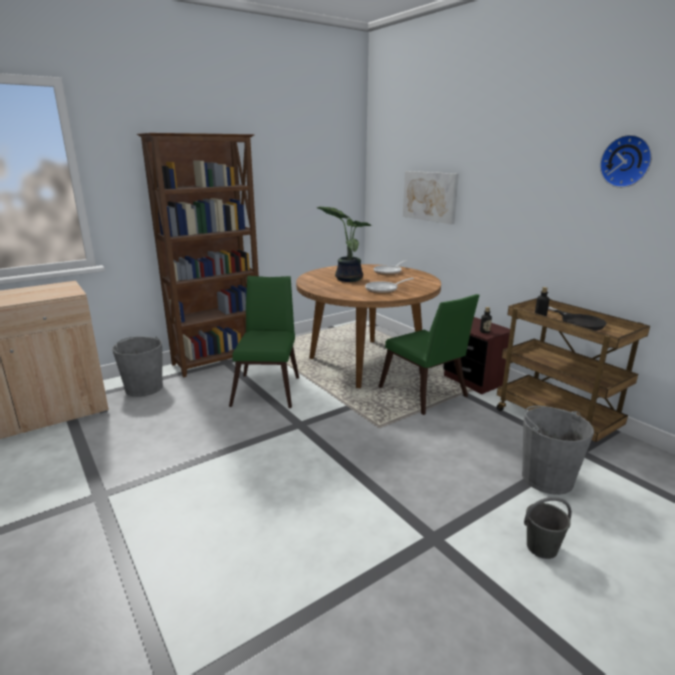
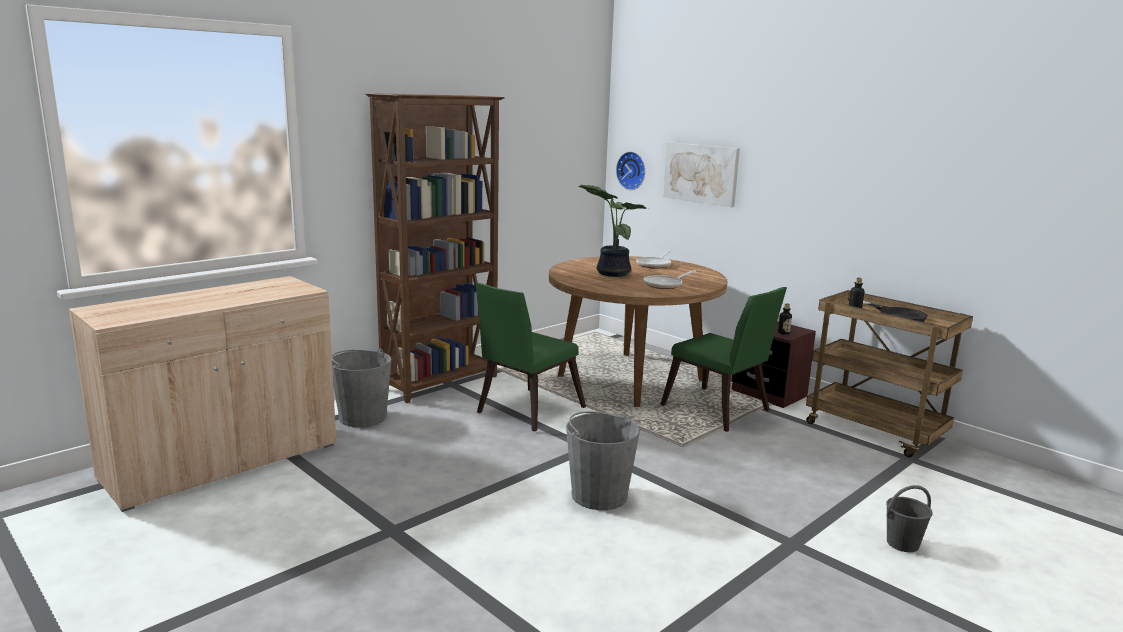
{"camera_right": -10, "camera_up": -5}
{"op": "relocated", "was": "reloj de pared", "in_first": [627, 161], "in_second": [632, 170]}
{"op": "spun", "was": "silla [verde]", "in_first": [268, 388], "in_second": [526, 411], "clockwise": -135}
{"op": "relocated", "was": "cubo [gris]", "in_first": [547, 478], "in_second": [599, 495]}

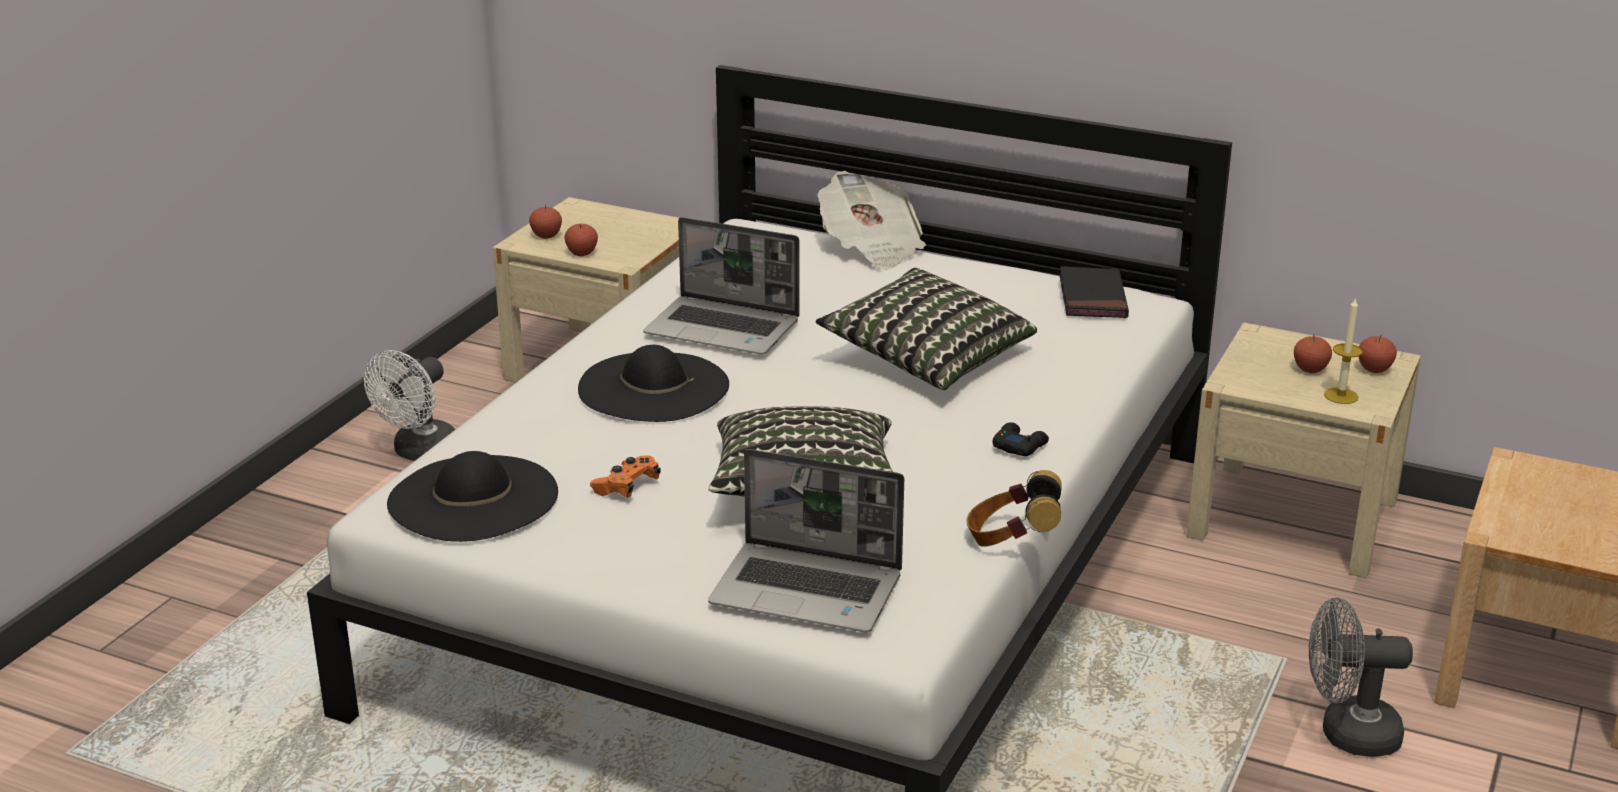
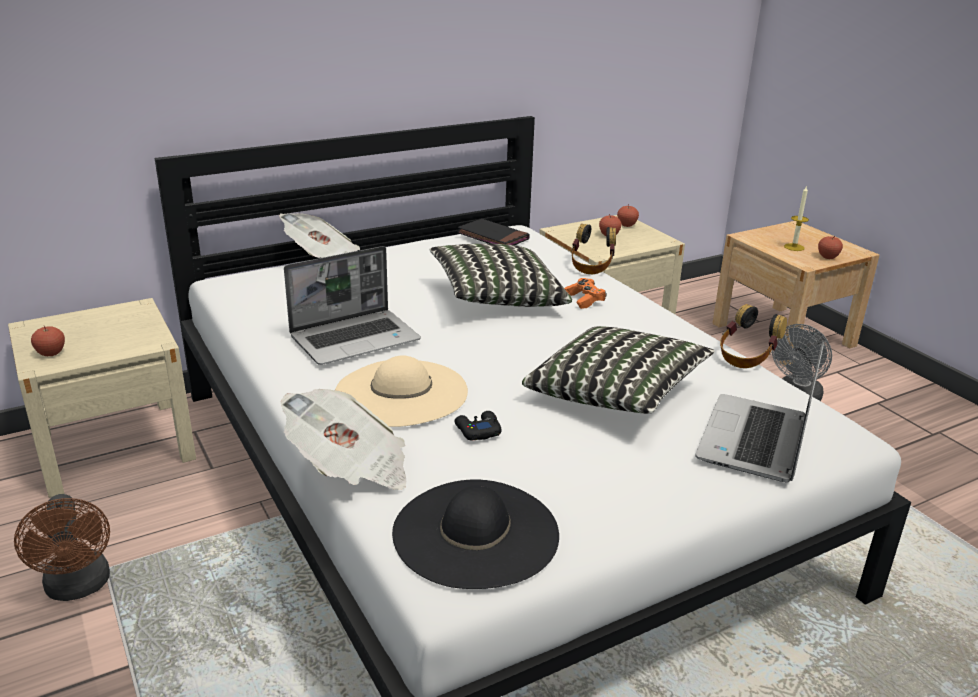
{"camera_right": -55, "camera_up": 0}
{"op": "relocated", "was": "manzana", "in_first": [582, 253], "in_second": [827, 257]}
{"op": "relocated", "was": "vela", "in_first": [1341, 396], "in_second": [794, 247]}
{"op": "colour", "was": "sombrero [negro]", "now": "sombrero [beis]", "in_first": [653, 387], "in_second": [401, 392]}
{"op": "colour", "was": "ventilador [blanco]", "now": "ventilador [marrón]", "in_first": [419, 453], "in_second": [78, 587]}
{"op": "relocated", "was": "mando de consola [negro]", "in_first": [1019, 446], "in_second": [477, 430]}
{"op": "spun", "was": "portátil", "in_first": [809, 590], "in_second": [755, 441], "clockwise": 150}
{"op": "relocated", "was": "mando de consola [naranja]", "in_first": [627, 487], "in_second": [584, 300]}
{"op": "appeared", "now": "auriculares", "in_second": [591, 267]}
{"op": "appeared", "now": "periódico", "in_second": [350, 468]}

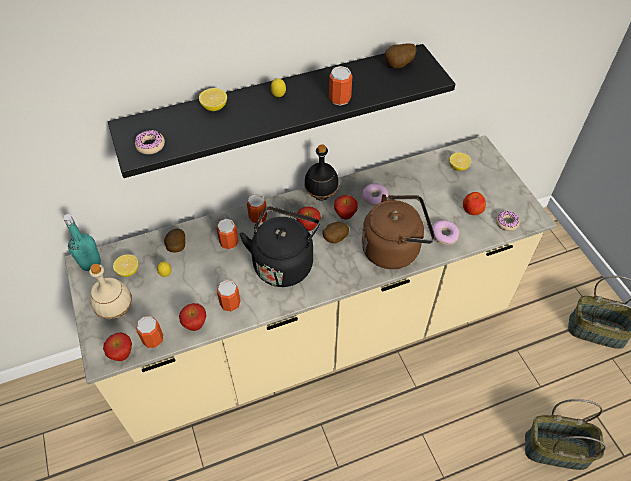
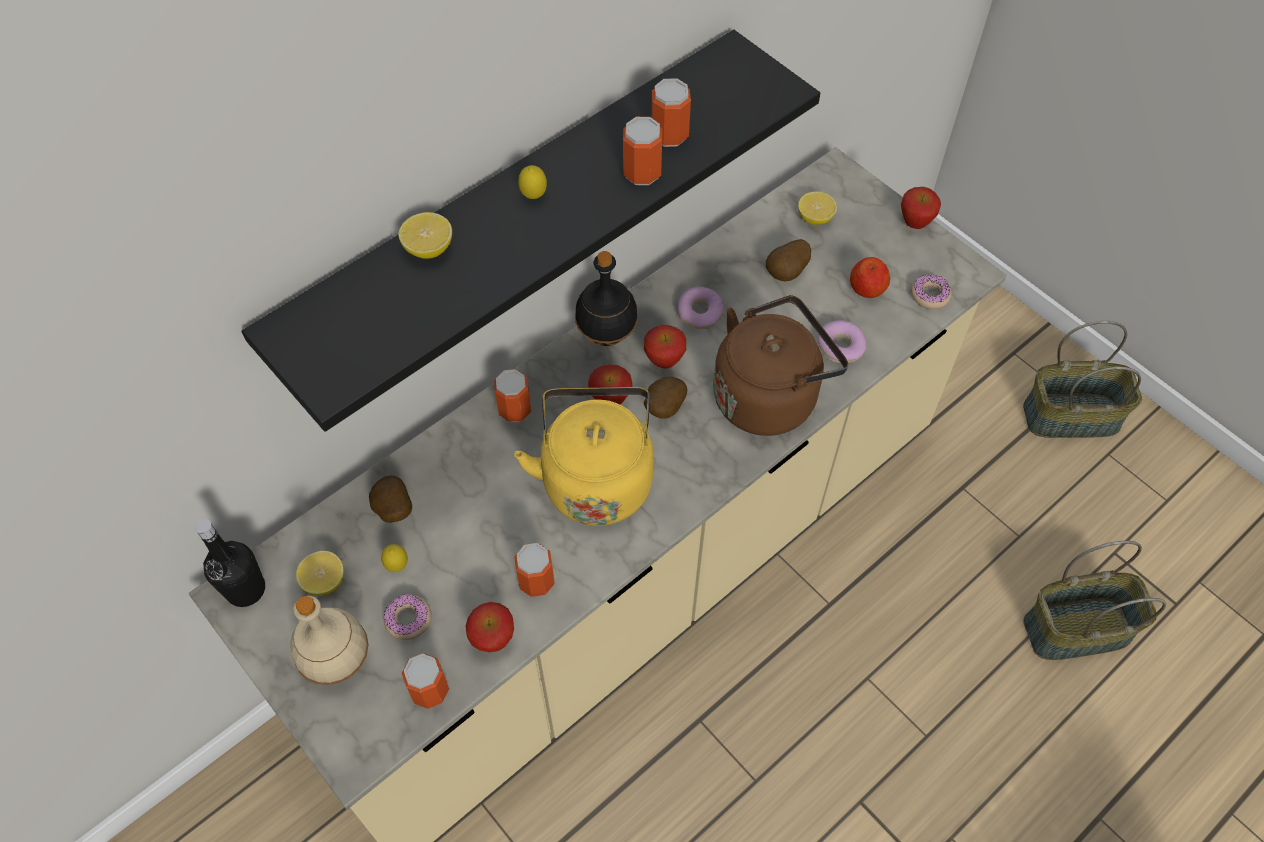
{"camera_right": -20, "camera_up": 5}
{"op": "relocated", "was": "patata", "in_first": [399, 66], "in_second": [787, 273]}
{"op": "relocated", "was": "rosquilla", "in_first": [150, 145], "in_second": [408, 619]}
{"op": "colour", "was": "hervidor [negro]", "now": "hervidor [amarillo]", "in_first": [284, 263], "in_second": [596, 478]}
{"op": "colour", "was": "botella [turquesa]", "now": "botella [negro]", "in_first": [90, 263], "in_second": [246, 589]}
{"op": "relocated", "was": "lata", "in_first": [229, 242], "in_second": [669, 135]}
{"op": "relocated", "was": "manzana", "in_first": [122, 355], "in_second": [914, 223]}

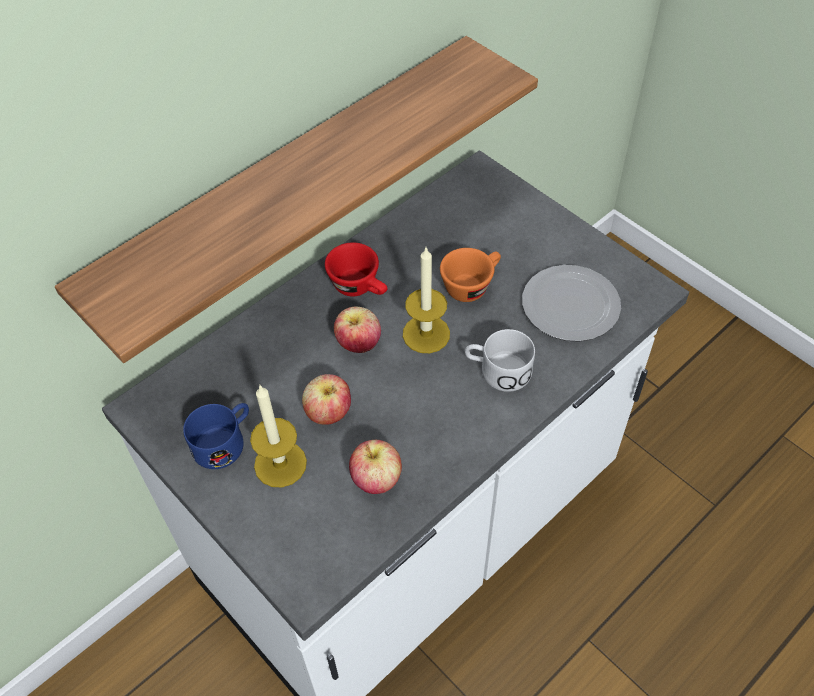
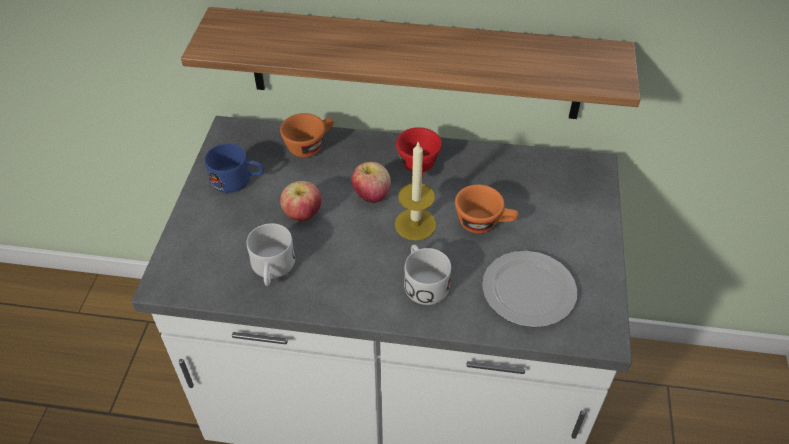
{"camera_right": 50, "camera_up": -5}
{"op": "missing", "was": "vela", "in_first": [280, 464]}
{"op": "exchanged", "was": "manzana", "now": "taza grande [blanco]", "in_first": [376, 479], "in_second": [272, 269]}
{"op": "appeared", "now": "taza [naranja]", "in_second": [310, 145]}

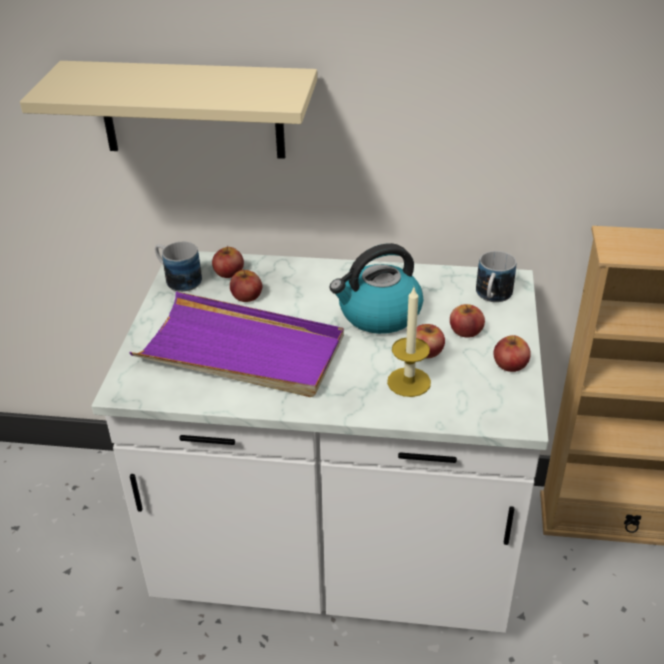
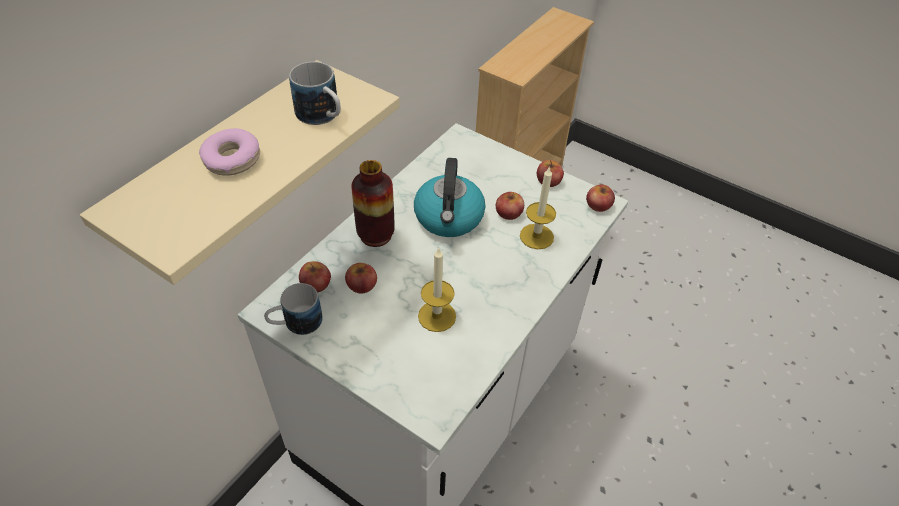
{"camera_right": -65, "camera_up": 10}
{"op": "relocated", "was": "taza grande", "in_first": [492, 297], "in_second": [323, 117]}
{"op": "exchanged", "was": "bandeja [morado]", "now": "vela", "in_first": [241, 351], "in_second": [437, 316]}
{"op": "relocated", "was": "manzana", "in_first": [466, 330], "in_second": [598, 205]}
{"op": "appeared", "now": "rosquilla", "in_second": [232, 160]}
{"op": "appeared", "now": "florero", "in_second": [375, 235]}

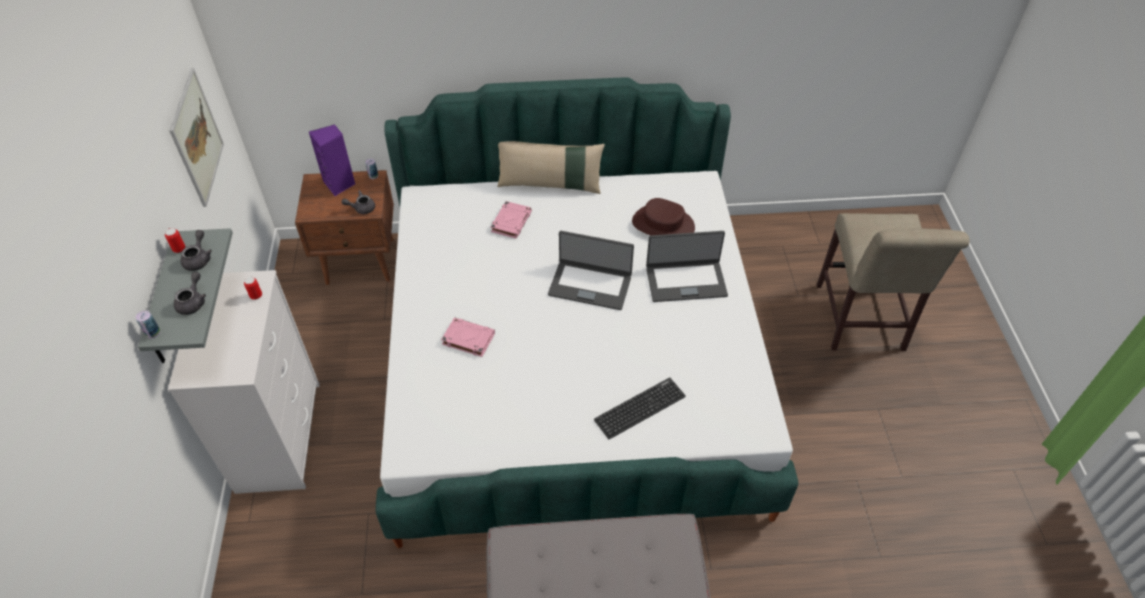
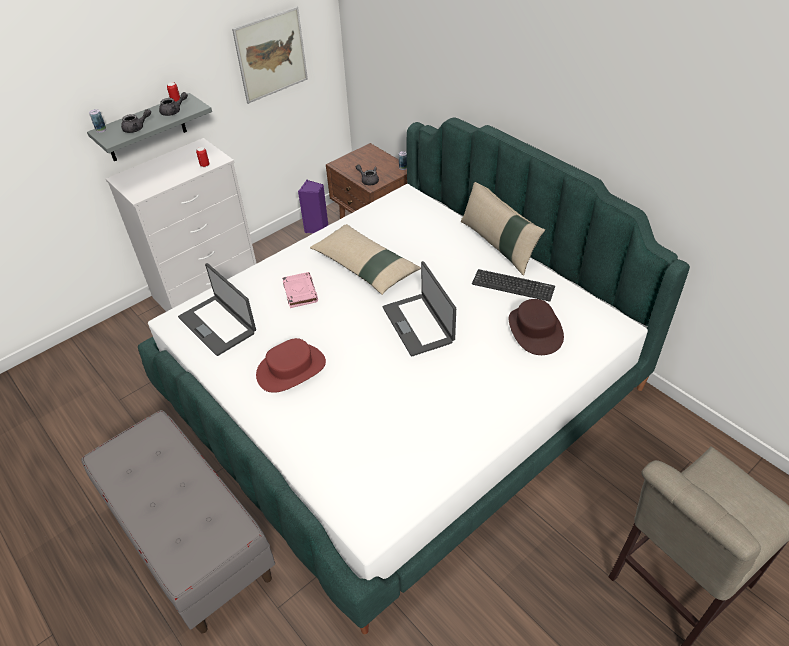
{"camera_right": 55, "camera_up": -5}
{"op": "relocated", "was": "altavoz [morado]", "in_first": [340, 184], "in_second": [317, 228]}
{"op": "missing", "was": "libro [rosa]", "in_first": [511, 222]}
{"op": "relocated", "was": "portátil", "in_first": [685, 281], "in_second": [218, 324]}
{"op": "relocated", "was": "teclado", "in_first": [640, 408], "in_second": [513, 285]}
{"op": "appeared", "now": "cojín [beis]", "in_second": [364, 266]}
{"op": "appeared", "now": "sombrero [rojo]", "in_second": [291, 369]}

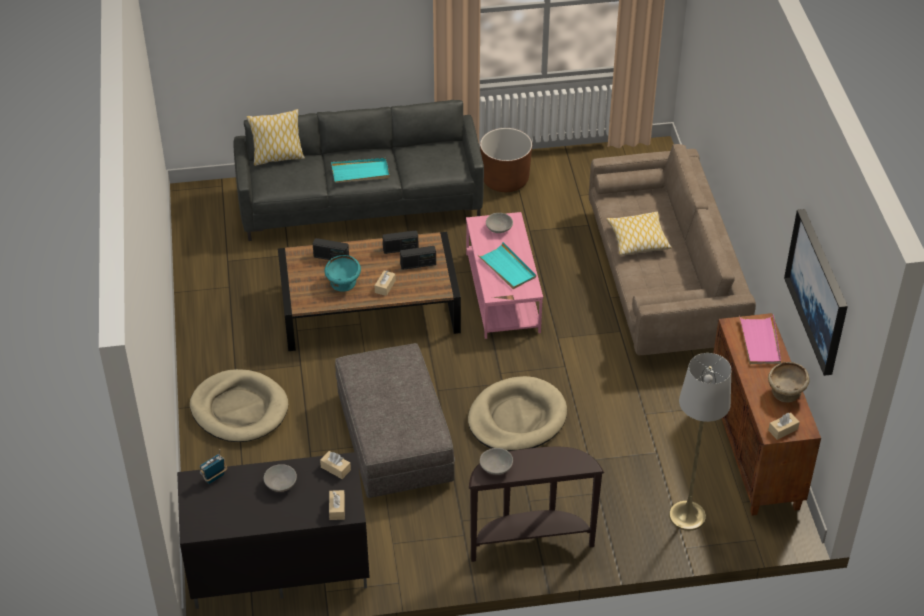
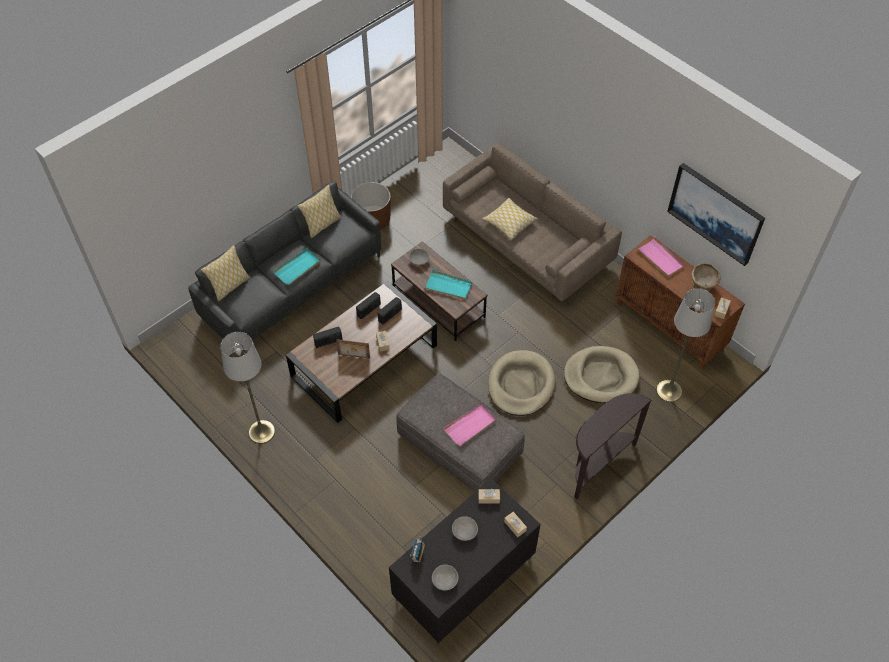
{"camera_right": -35, "camera_up": 10}
{"op": "colour", "was": "mesa de centro [rosa]", "now": "mesa de centro [marrón]", "in_first": [503, 292], "in_second": [439, 302]}
{"op": "exchanged", "was": "cuenco [turquesa]", "now": "portarretratos", "in_first": [343, 284], "in_second": [354, 356]}
{"op": "relocated", "was": "cama para perro [beis]", "in_first": [239, 409], "in_second": [601, 376]}
{"op": "relocated", "was": "cuenco [gris]", "in_first": [496, 468], "in_second": [445, 580]}
{"op": "appeared", "now": "cojín", "in_second": [322, 225]}
{"op": "appeared", "now": "lámpara de pie [gris]", "in_second": [261, 432]}
{"op": "appeared", "now": "bandeja [rosa]", "in_second": [470, 426]}

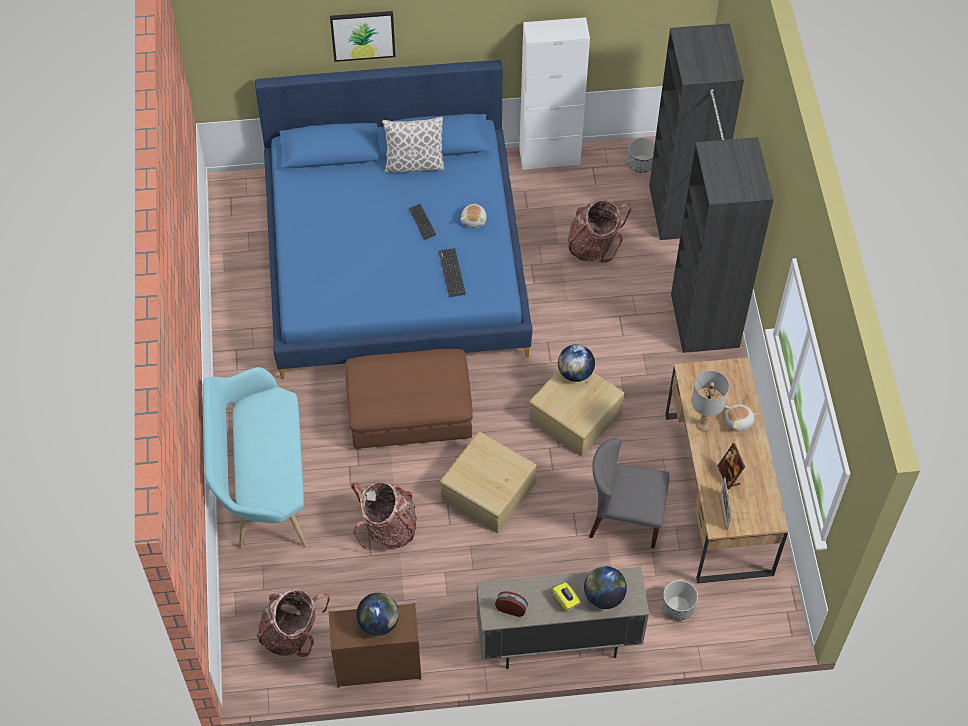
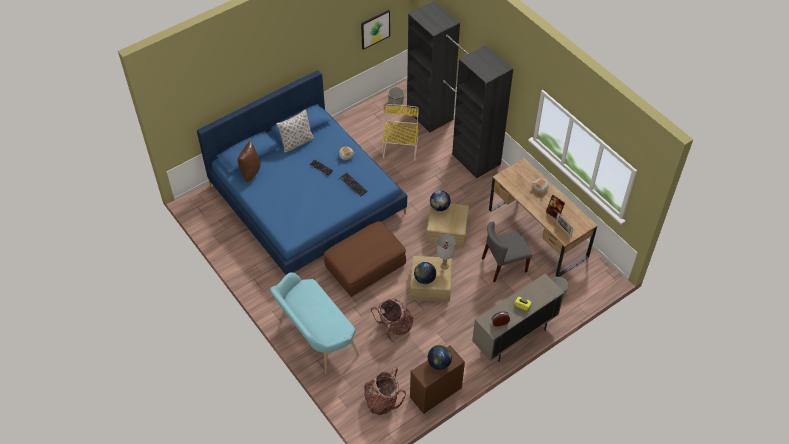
{"camera_right": -30, "camera_up": -5}
{"op": "relocated", "was": "cuadro", "in_first": [363, 35], "in_second": [375, 29]}
{"op": "missing", "was": "armario [blanco]", "in_first": [549, 157]}
{"op": "exchanged", "was": "mochila", "now": "silla [amarillo]", "in_first": [594, 246], "in_second": [400, 149]}
{"op": "relocated", "was": "lámpara de mesa [gris]", "in_first": [703, 425], "in_second": [444, 266]}
{"op": "relocated", "was": "globo terráqueo", "in_first": [603, 596], "in_second": [424, 279]}
{"op": "appeared", "now": "cojín [marrón]", "in_second": [250, 172]}

